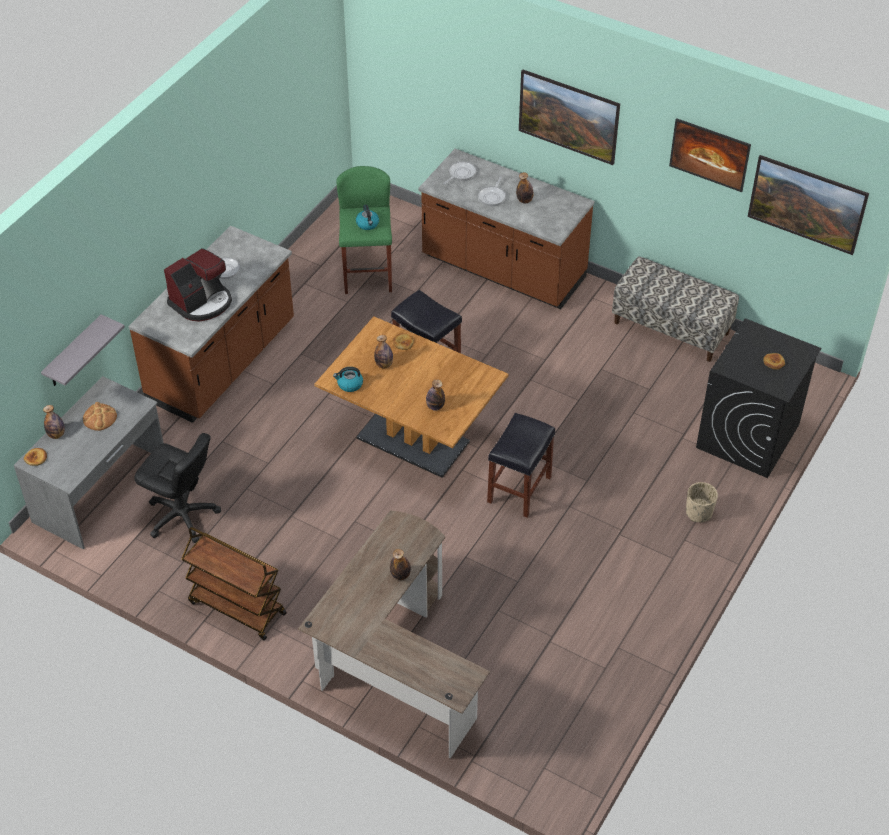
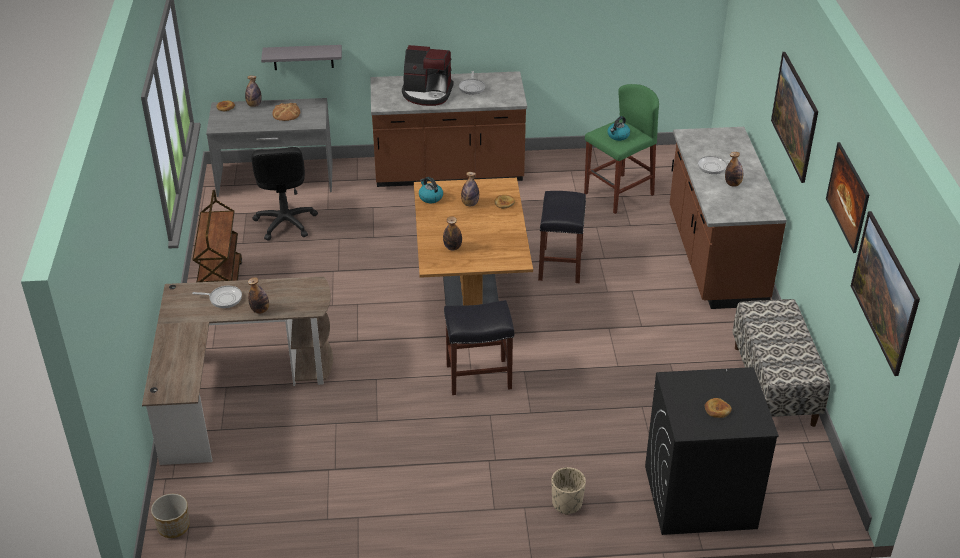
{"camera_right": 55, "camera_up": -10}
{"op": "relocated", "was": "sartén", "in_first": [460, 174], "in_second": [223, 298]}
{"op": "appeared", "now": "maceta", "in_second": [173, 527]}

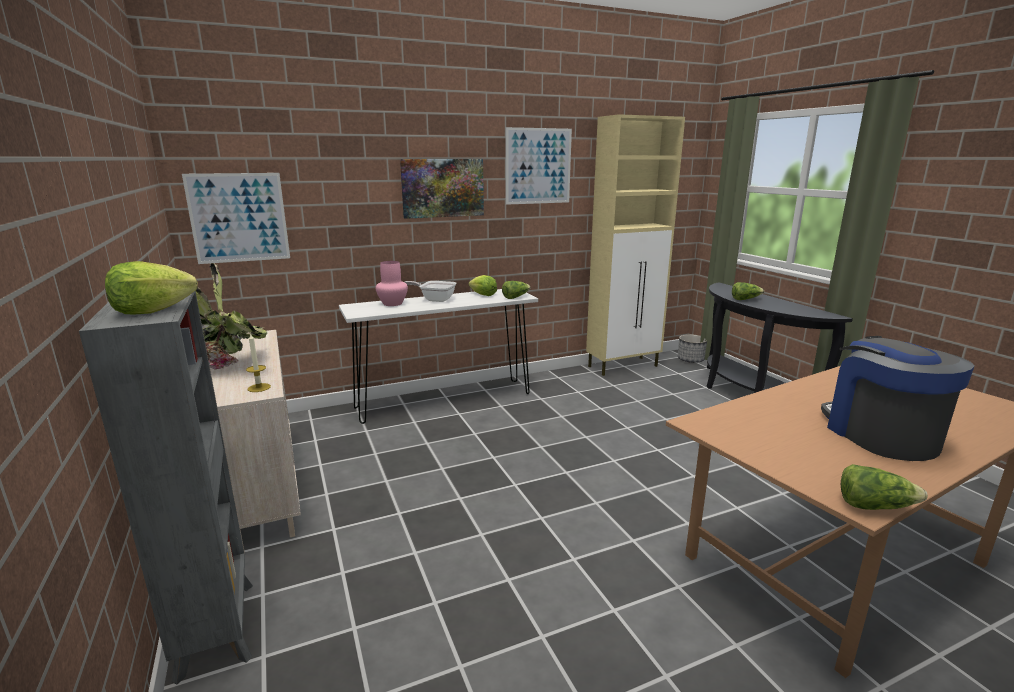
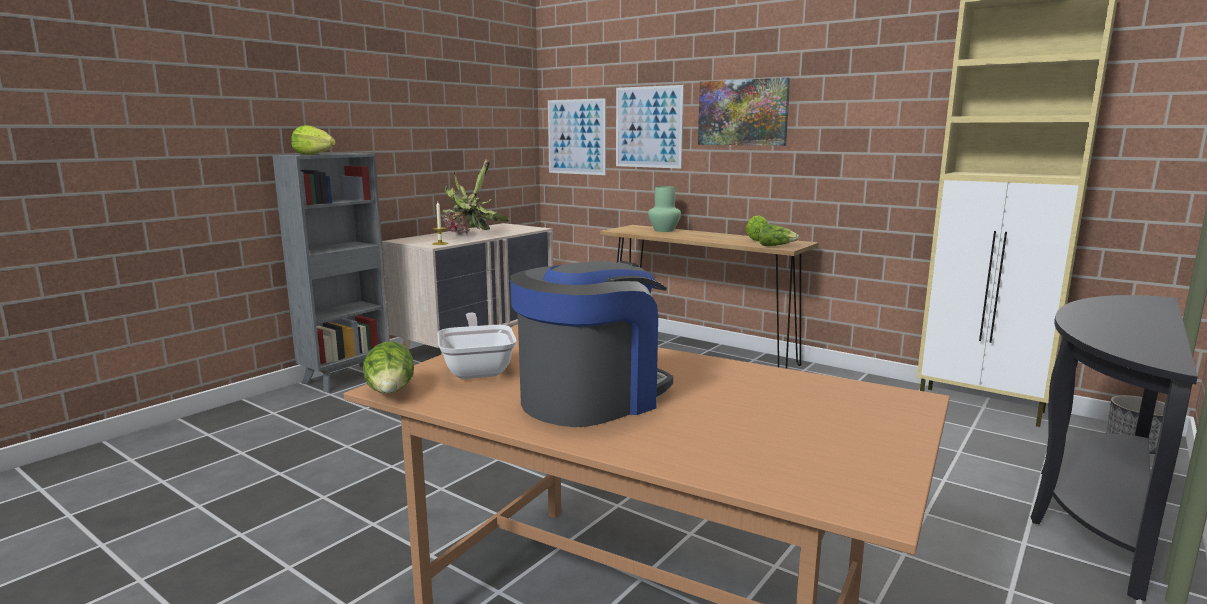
{"camera_right": 60, "camera_up": -5}
{"op": "relocated", "was": "cuadro", "in_first": [538, 166], "in_second": [648, 127]}
{"op": "colour", "was": "florero [rosa]", "now": "florero [verde]", "in_first": [393, 303], "in_second": [664, 230]}
{"op": "relocated", "was": "sartén", "in_first": [434, 299], "in_second": [478, 369]}
{"op": "missing", "was": "lechuga", "in_first": [745, 299]}
{"op": "colour", "was": "mesa consola [blanco]", "now": "mesa consola [marrón]", "in_first": [444, 400], "in_second": [699, 352]}

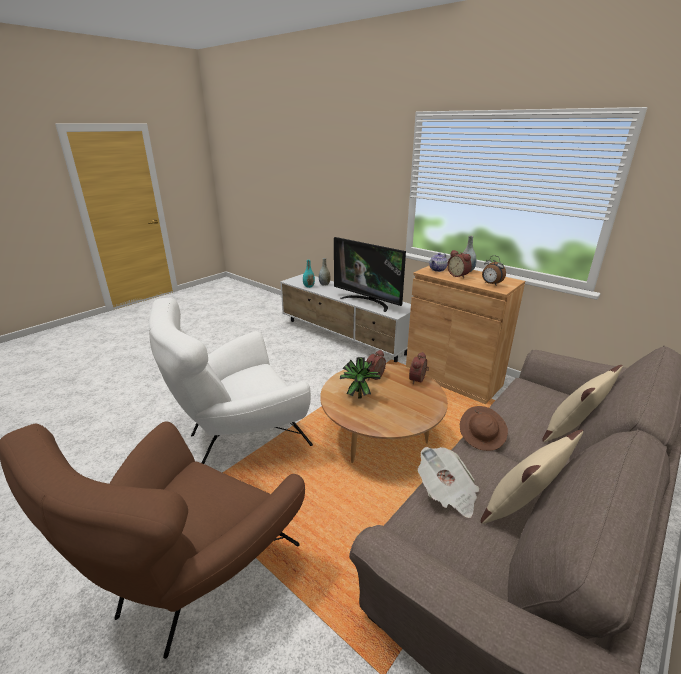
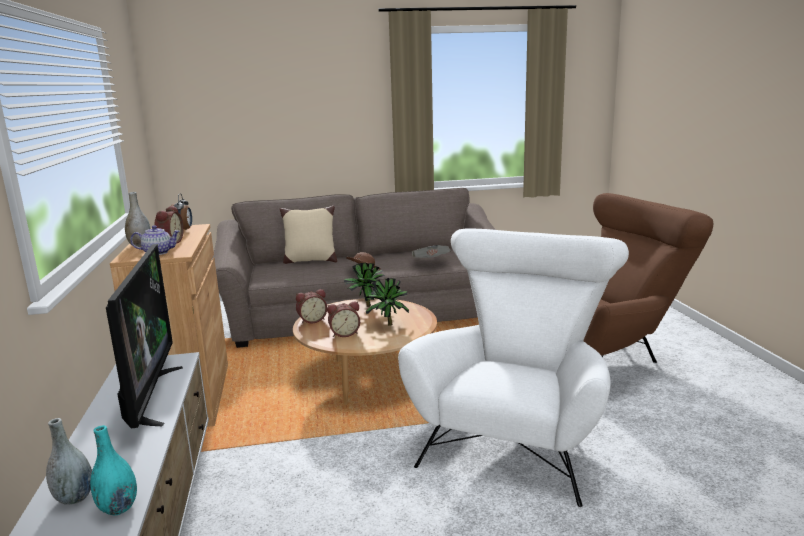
{"camera_right": -140, "camera_up": -10}
{"op": "spun", "was": "sillón [blanco]", "in_first": [238, 435], "in_second": [514, 437], "clockwise": -75}
{"op": "missing", "was": "cojín [beis]", "in_first": [520, 508]}
{"op": "appeared", "now": "planta en maceta", "in_second": [365, 306]}

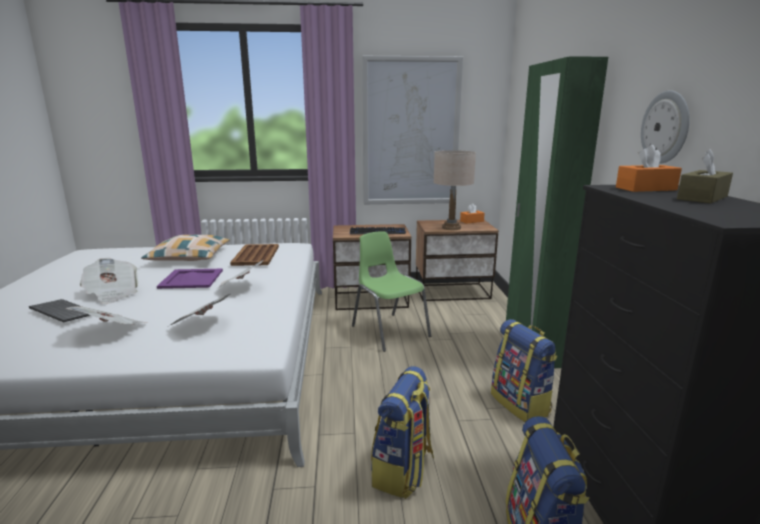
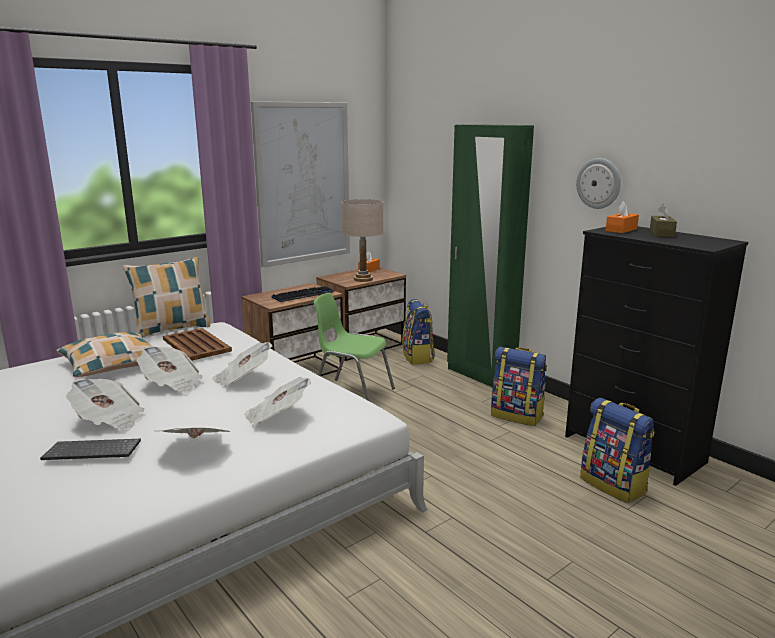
{"camera_right": -35, "camera_up": 0}
{"op": "exchanged", "was": "bandeja [morado]", "now": "periódico", "in_first": [191, 279], "in_second": [172, 384]}
{"op": "relocated", "was": "mochila", "in_first": [403, 471], "in_second": [418, 357]}
{"op": "appeared", "now": "cojín", "in_second": [171, 329]}

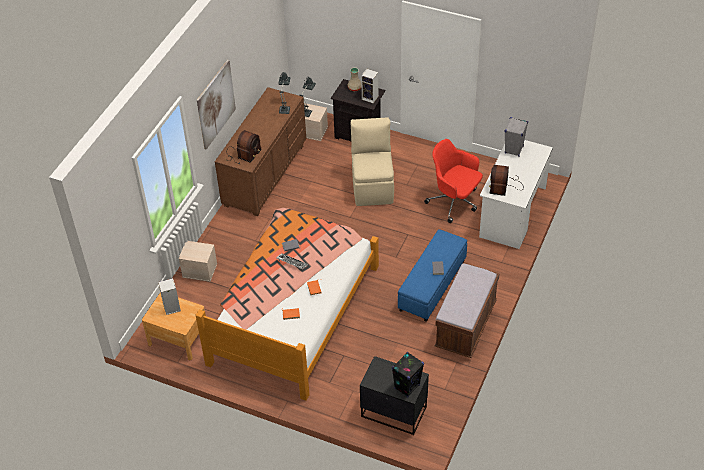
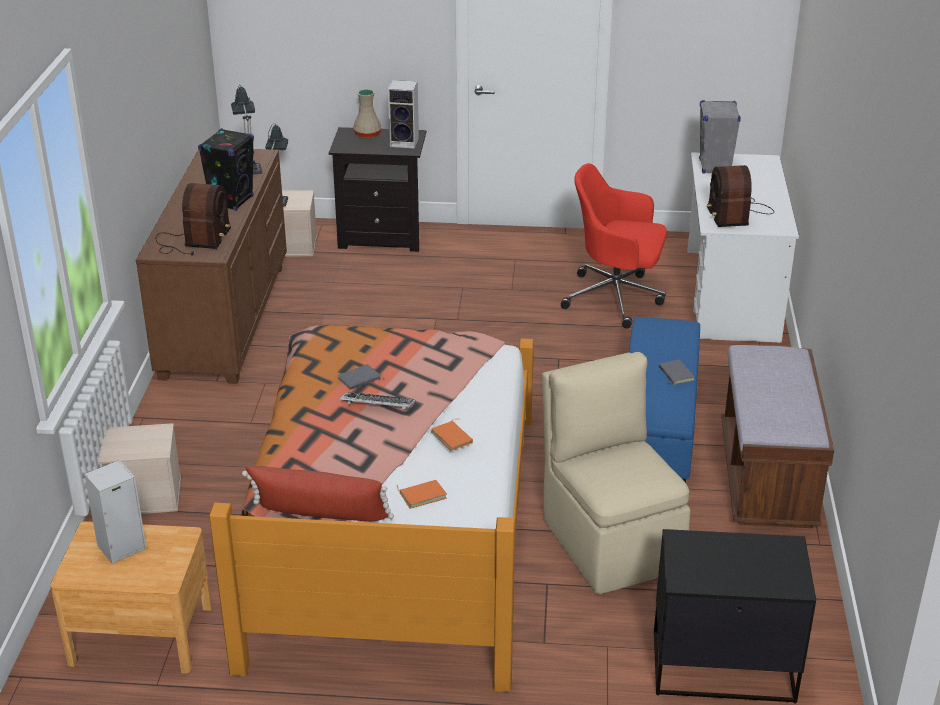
{"camera_right": -20, "camera_up": -15}
{"op": "missing", "was": "cuadro", "in_first": [215, 104]}
{"op": "relocated", "was": "silla [beis]", "in_first": [372, 186], "in_second": [610, 541]}
{"op": "relocated", "was": "altavoz [negro]", "in_first": [407, 386], "in_second": [231, 201]}
{"op": "appeared", "now": "cojín [rojo]", "in_second": [321, 515]}

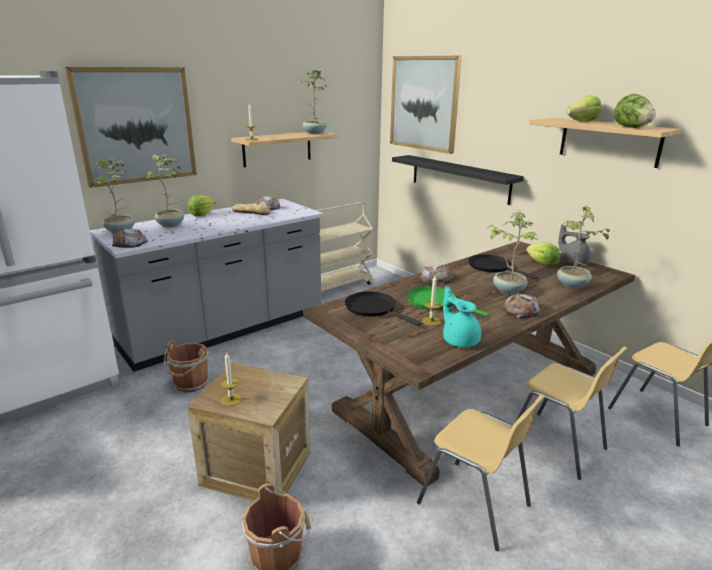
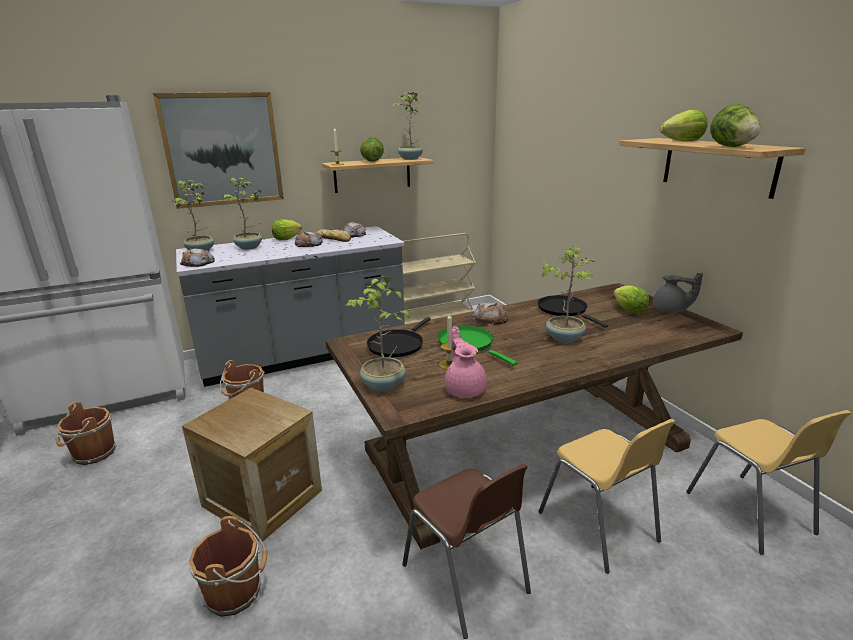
{"camera_right": 15, "camera_up": 0}
{"op": "missing", "was": "cuadro", "in_first": [424, 103]}
{"op": "missing", "was": "estante [negro]", "in_first": [459, 178]}
{"op": "relocated", "was": "planta en maceta", "in_first": [572, 285], "in_second": [383, 386]}
{"op": "spun", "was": "tetera [gris]", "in_first": [573, 261], "in_second": [670, 311], "clockwise": 150}
{"op": "colour", "was": "tetera [turquesa]", "now": "tetera [rosa]", "in_first": [459, 340], "in_second": [465, 389]}
{"op": "spun", "was": "sartén [negro]", "in_first": [373, 308], "in_second": [397, 345], "clockwise": -120}
{"op": "relocated", "was": "pan", "in_first": [521, 311], "in_second": [309, 244]}
{"op": "missing", "was": "vela", "in_first": [231, 399]}
{"op": "colour", "was": "silla [amarillo]", "now": "silla [marrón]", "in_first": [475, 504], "in_second": [466, 579]}
{"op": "appeared", "now": "lechuga", "in_second": [371, 161]}
{"op": "appeared", "now": "cubo [marrón]", "in_second": [92, 454]}

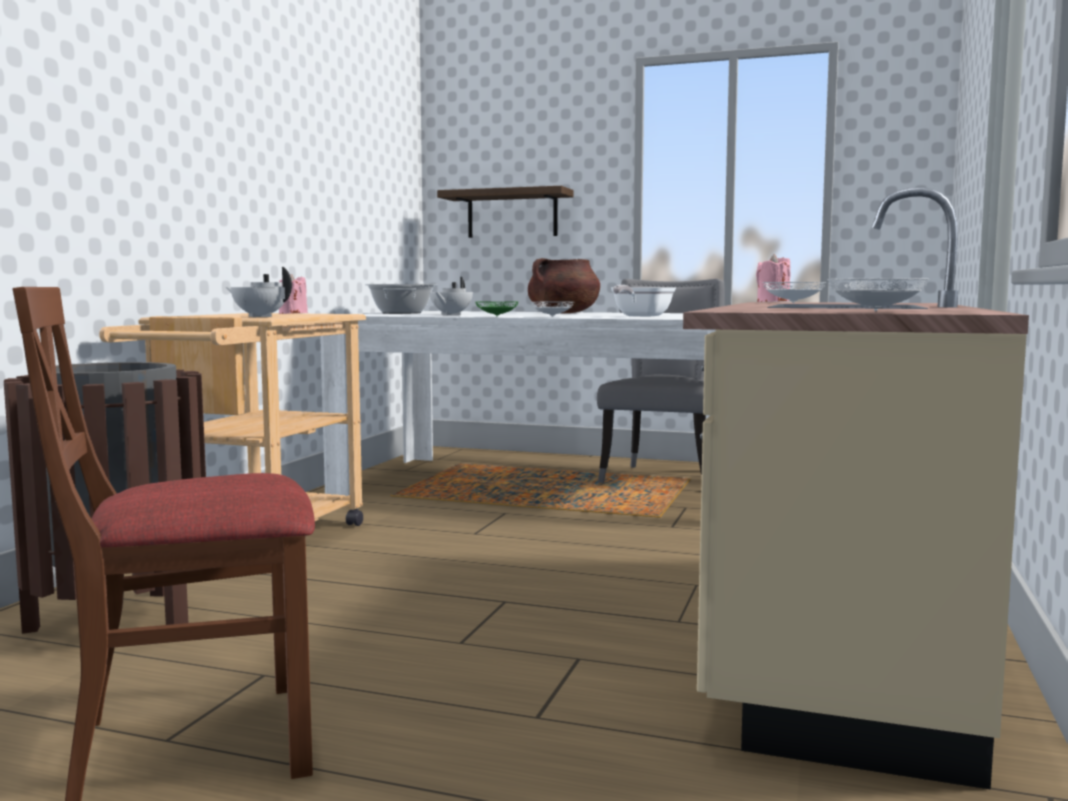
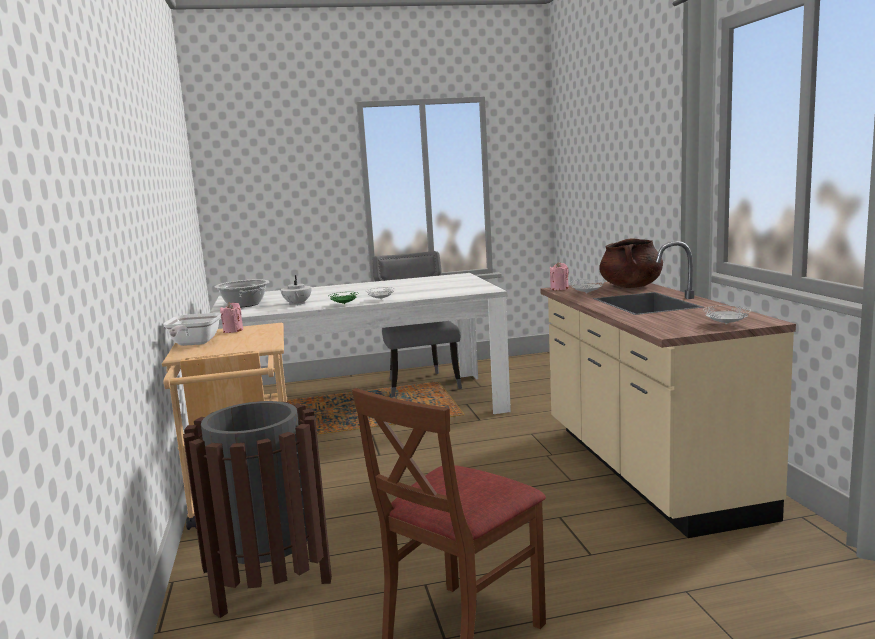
{"camera_right": -30, "camera_up": 5}
{"op": "missing", "was": "estante", "in_first": [512, 214]}
{"op": "relocated", "was": "olla [marrón]", "in_first": [563, 313], "in_second": [631, 287]}
{"op": "missing", "was": "tetera [blanco]", "in_first": [260, 316]}
{"op": "relocated", "was": "sartén", "in_first": [639, 316], "in_second": [193, 344]}

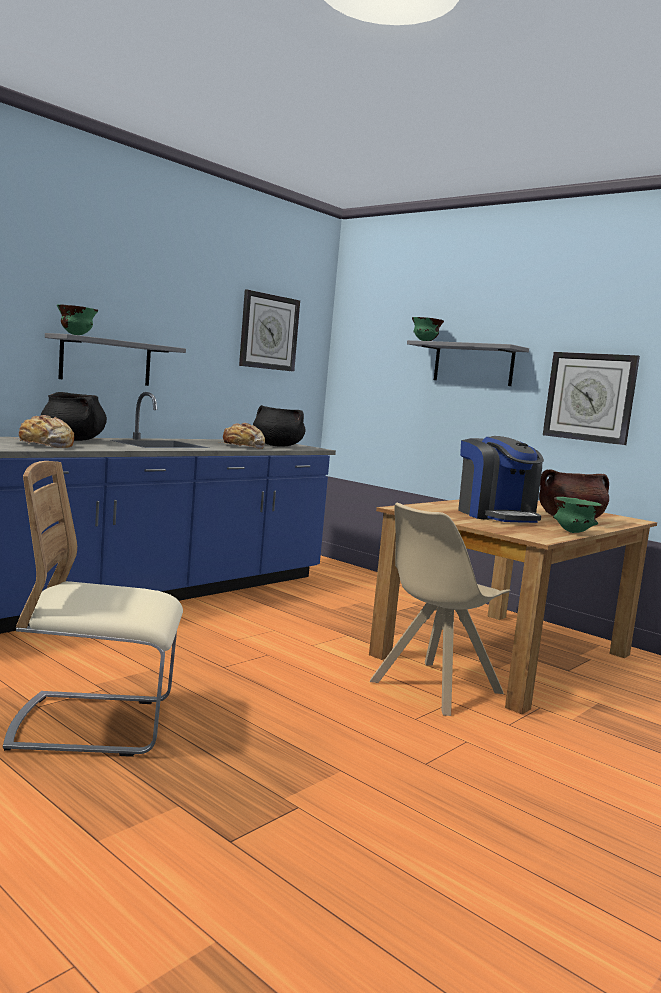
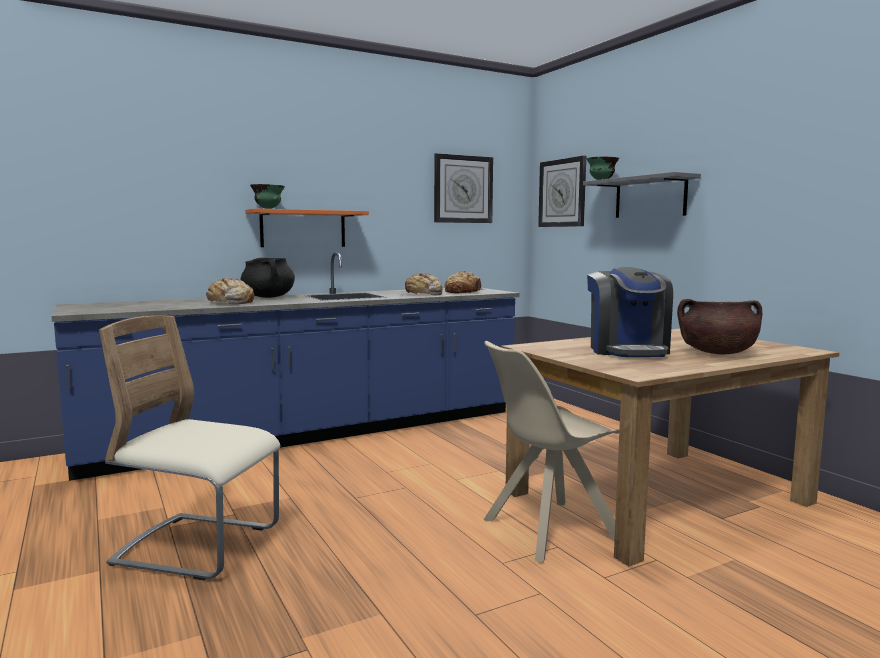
{"camera_right": 20, "camera_up": 0}
{"op": "colour", "was": "estante [gris]", "now": "estante [naranja]", "in_first": [106, 361], "in_second": [303, 229]}
{"op": "relocated", "was": "reloj de pared", "in_first": [590, 397], "in_second": [562, 193]}
{"op": "exchanged", "was": "olla [negro]", "now": "pan", "in_first": [277, 446], "in_second": [462, 292]}
{"op": "missing", "was": "cuenco [verde]", "in_first": [574, 532]}

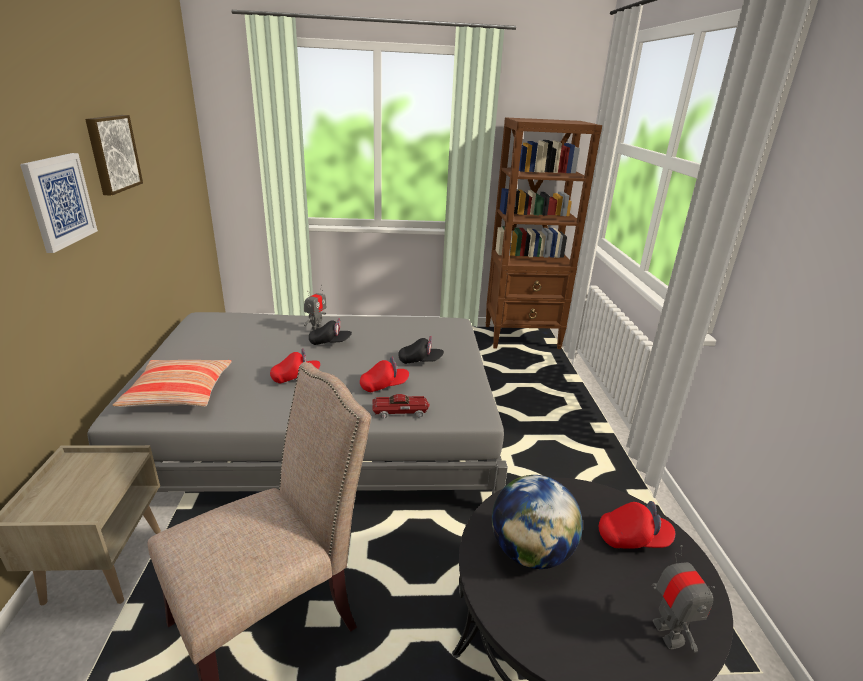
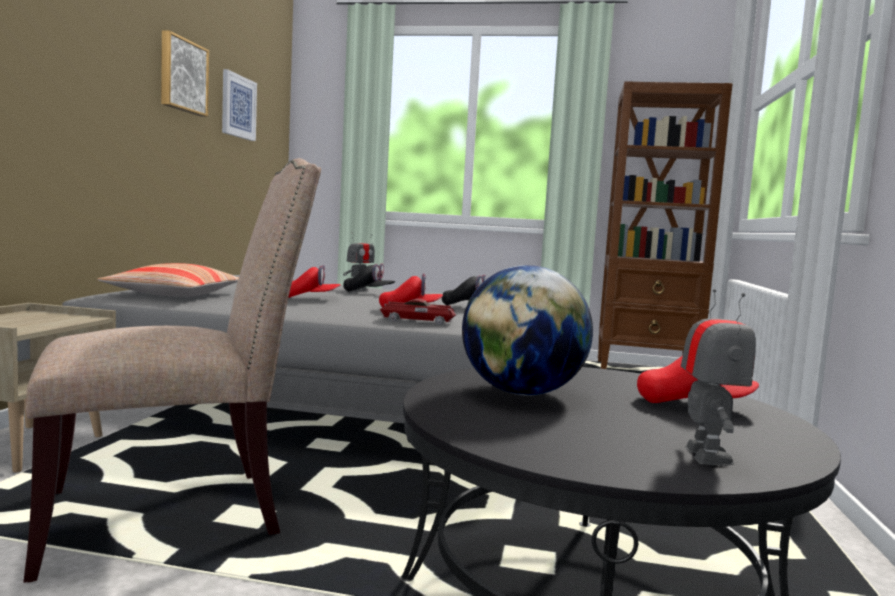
{"camera_right": 15, "camera_up": -20}
{"op": "relocated", "was": "cuadro", "in_first": [59, 201], "in_second": [238, 106]}

